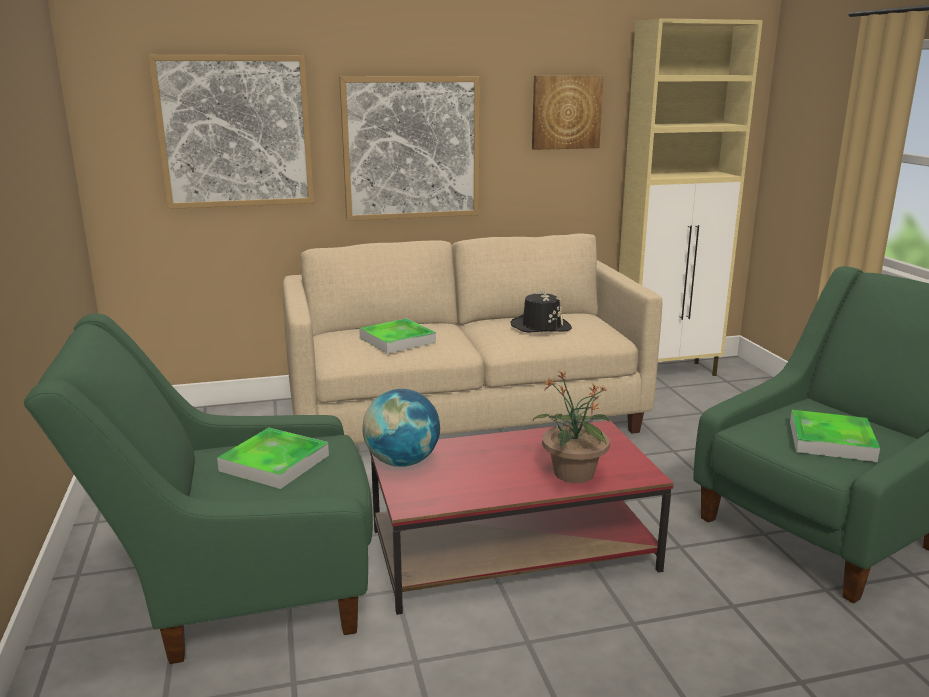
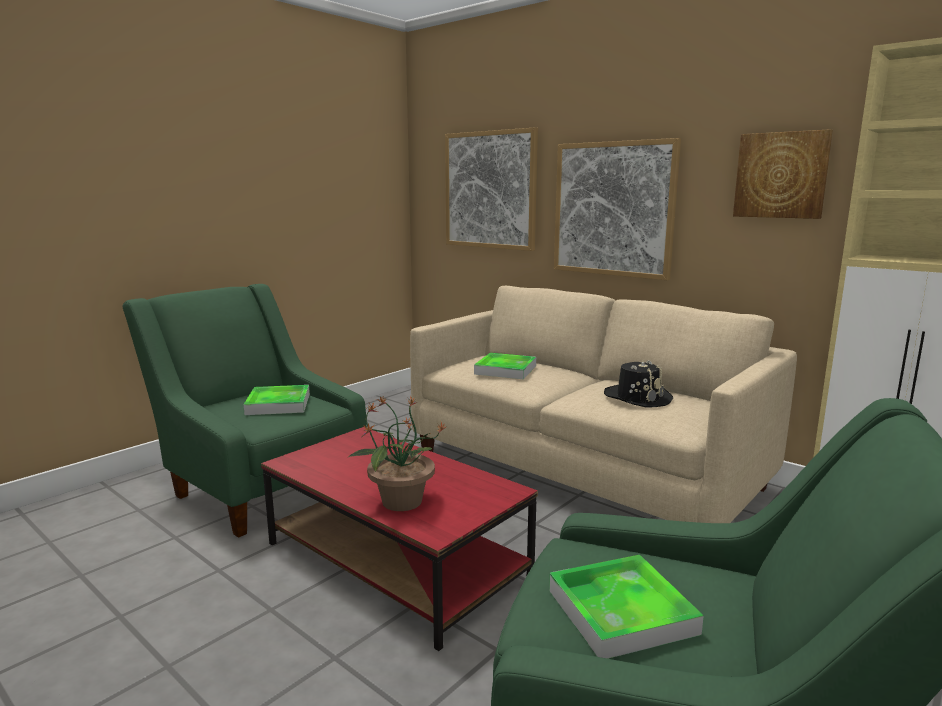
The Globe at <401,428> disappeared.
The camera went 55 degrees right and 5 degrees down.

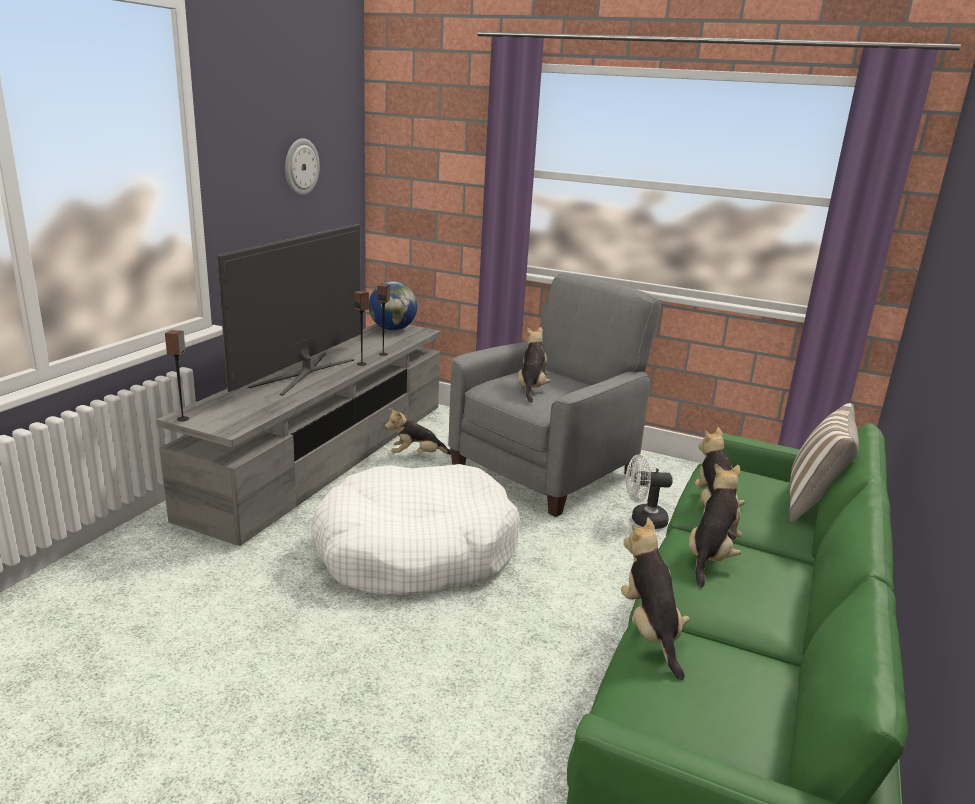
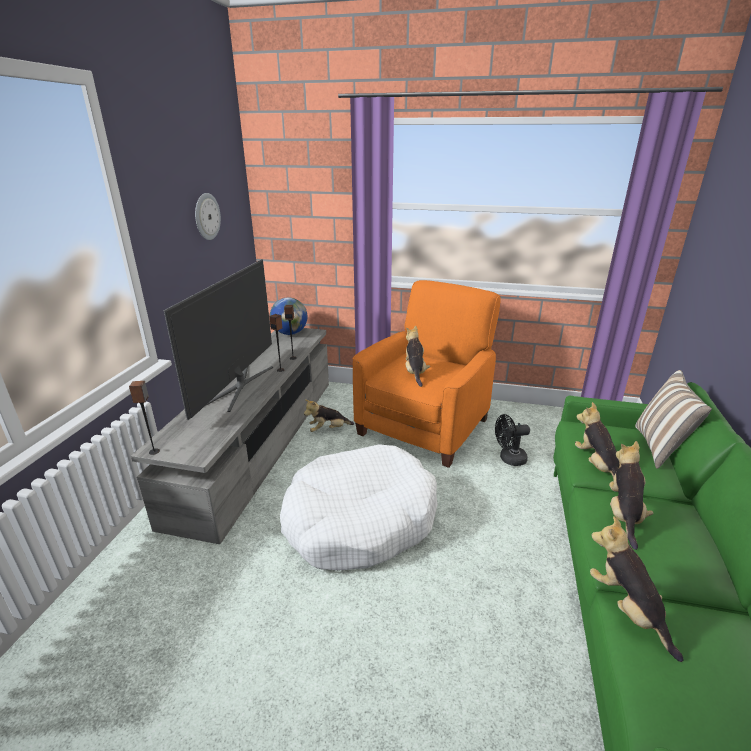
The GreyArmchair at <554,395> became the OrangeArmchair at <427,374>.
The WhiteFan at <649,491> became the BlackFan at <512,440>.
The camera went 10 degrees left and 5 degrees up.

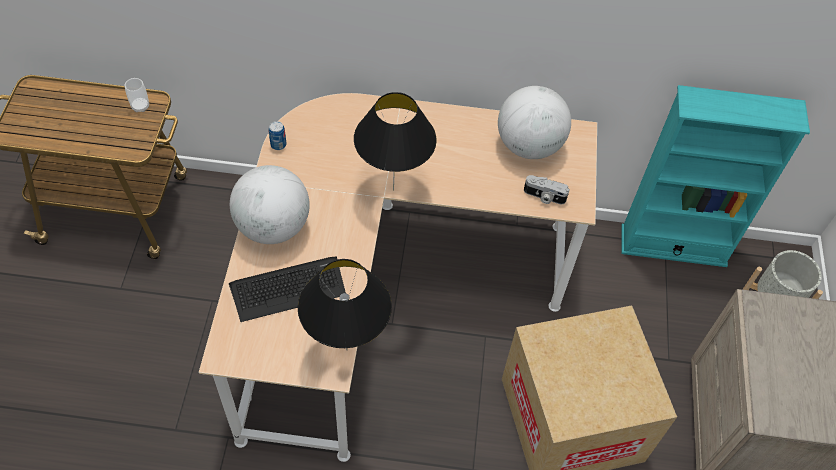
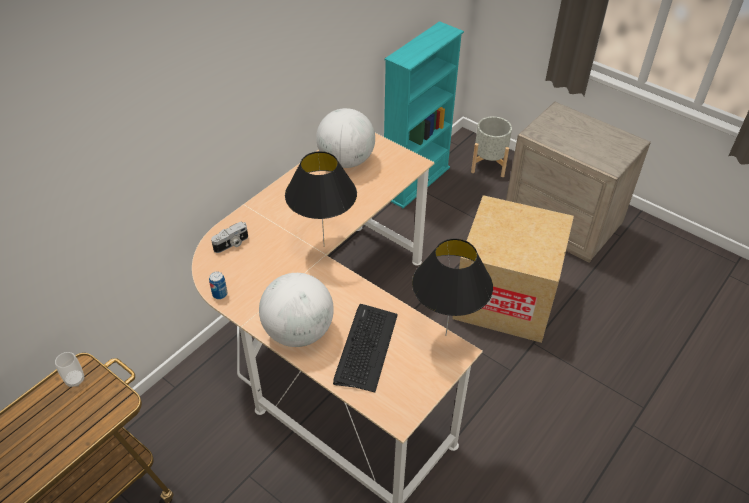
The PhotoCamera moved from <547,189> to <229,237>.
The camera went 55 degrees left and 10 degrees down.

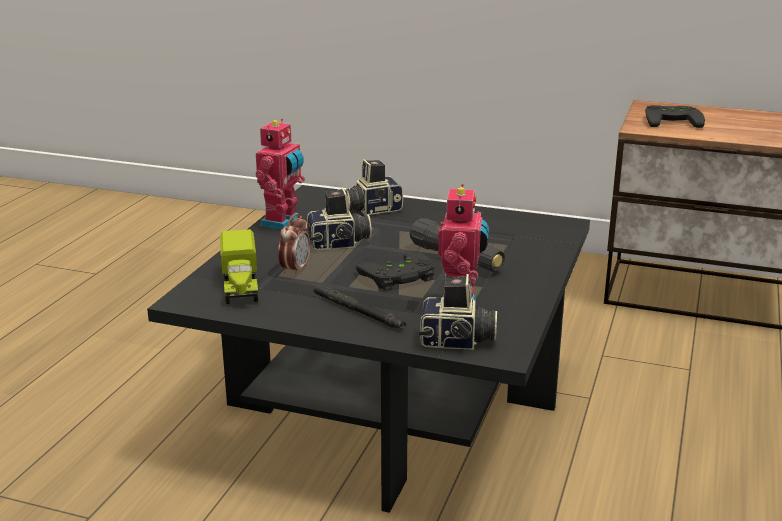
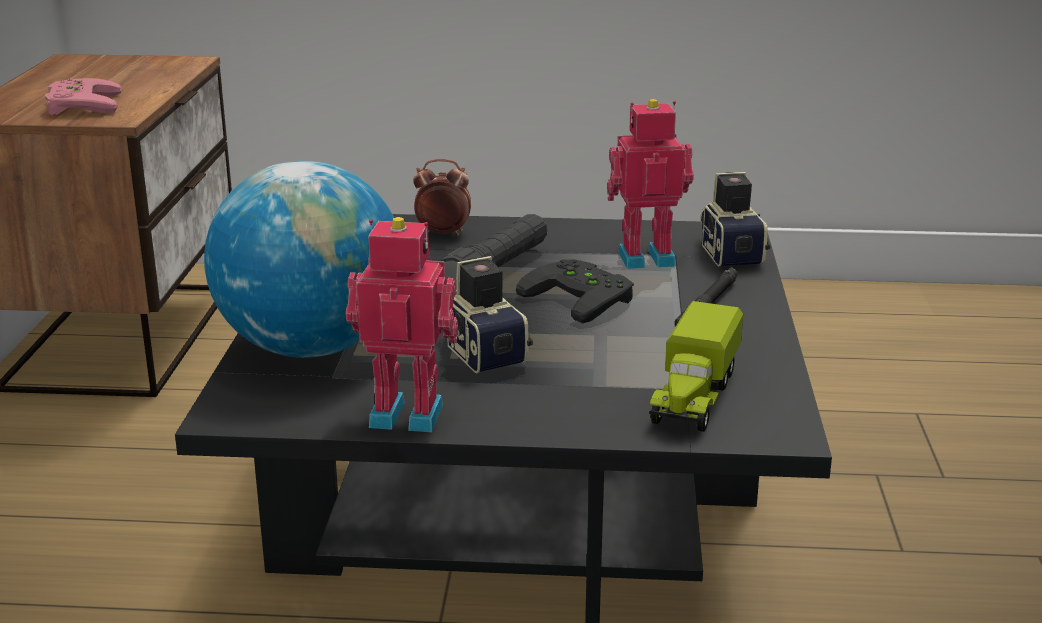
The ToyTruck at <239,266> turned 135 degrees clockwise.
The AlarmClock moved from <294,245> to <442,197>.
The PhotoCamera at <373,187> was replaced by the Globe at <299,259>.
The BlackGameController at <675,116> became the PinkGameController at <83,96>.
The camera went 105 degrees left and 0 degrees up.

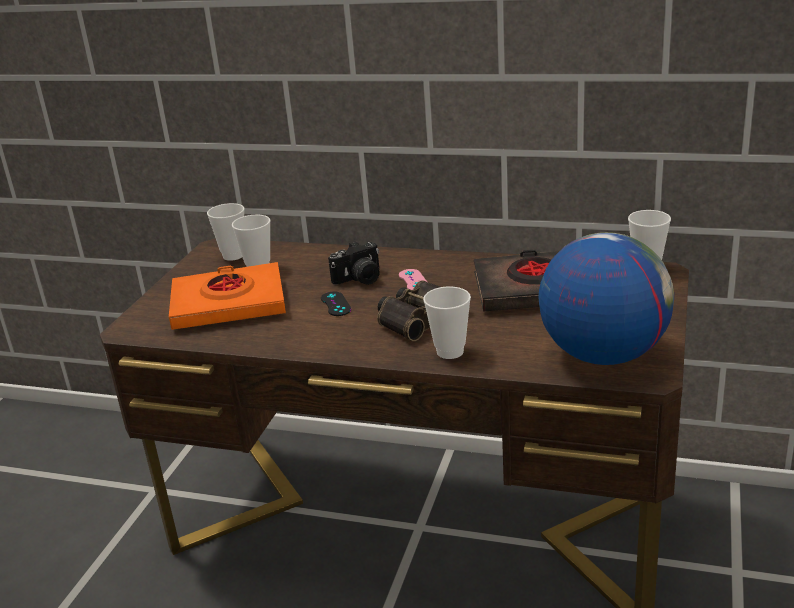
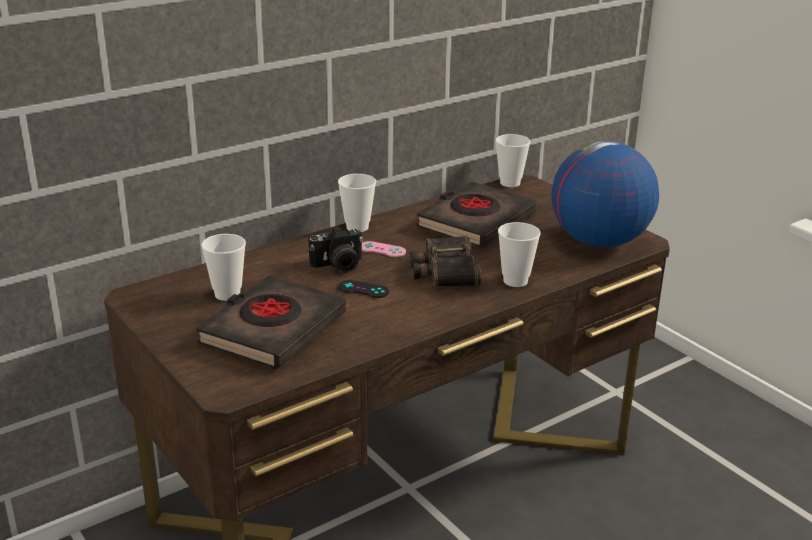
The OrangeBook at <227,296> became the BlackBook at <271,322>.
The Cup moved from <226,232> to <357,203>.
The PhotoCamera at <354,263> turned 60 degrees clockwise.
The camera went 55 degrees left and 0 degrees up.

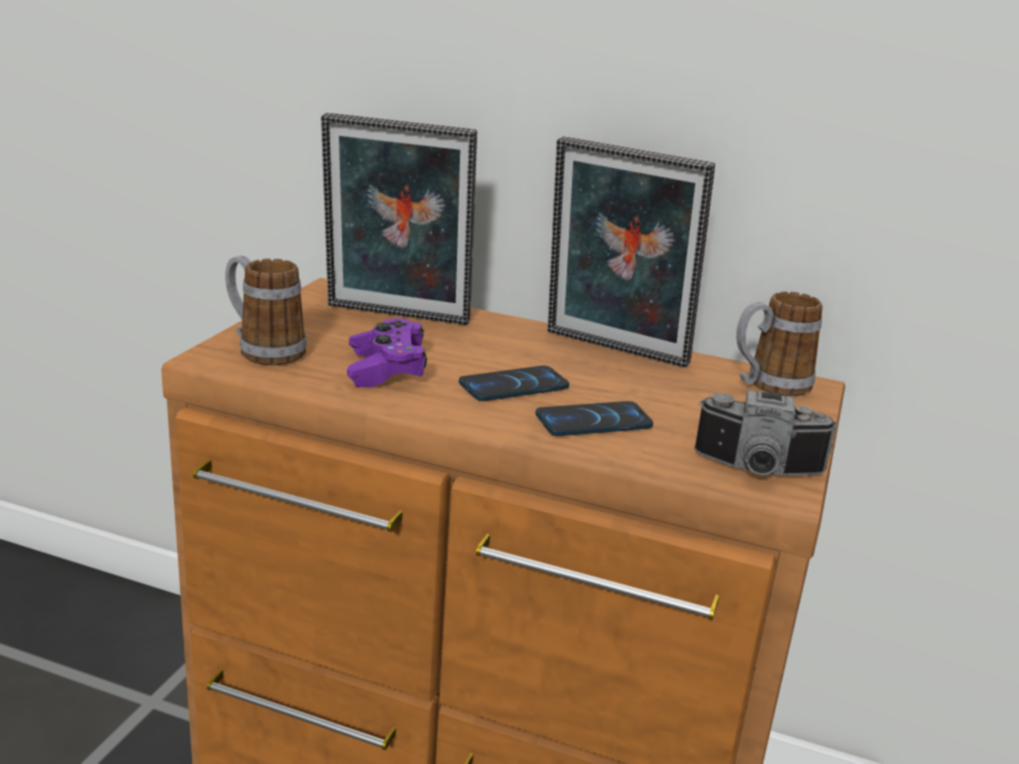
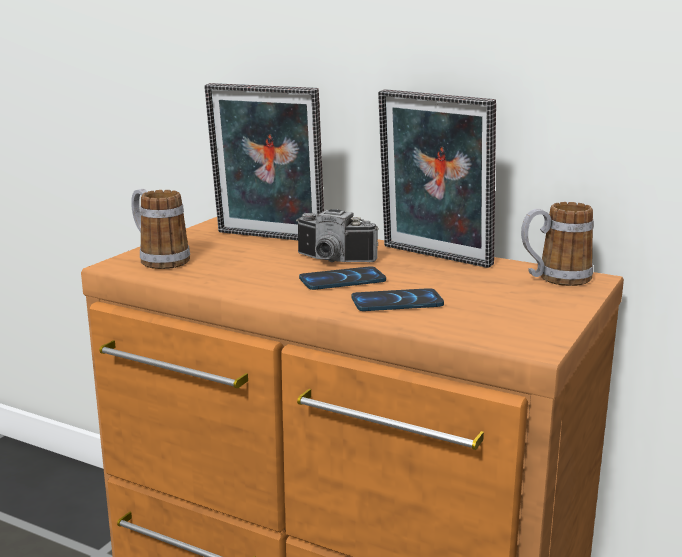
The PurpleGameController at <387,353> disappeared.
The PhotoCamera moved from <766,433> to <337,235>.
The camera went 10 degrees right and 5 degrees down.

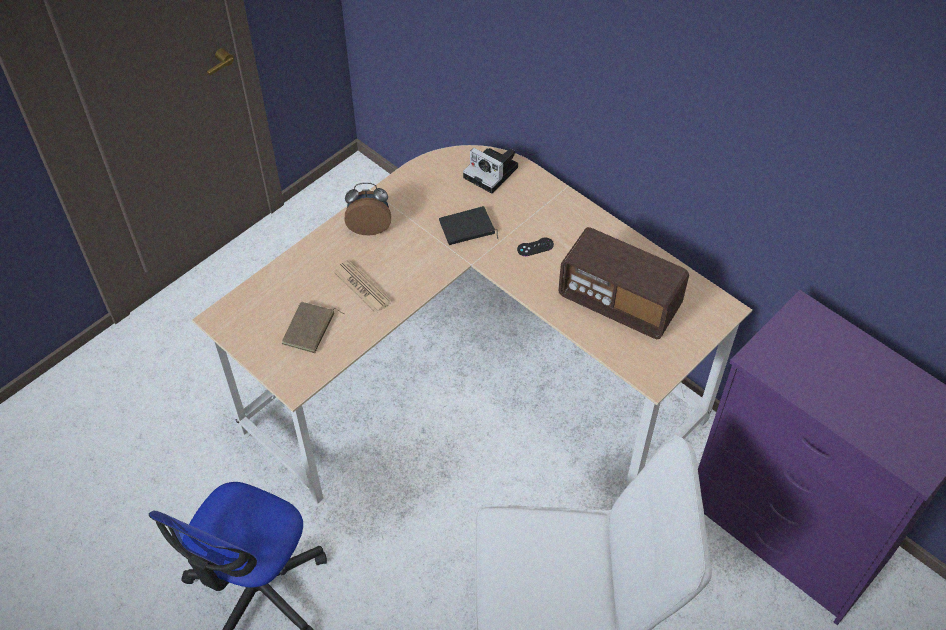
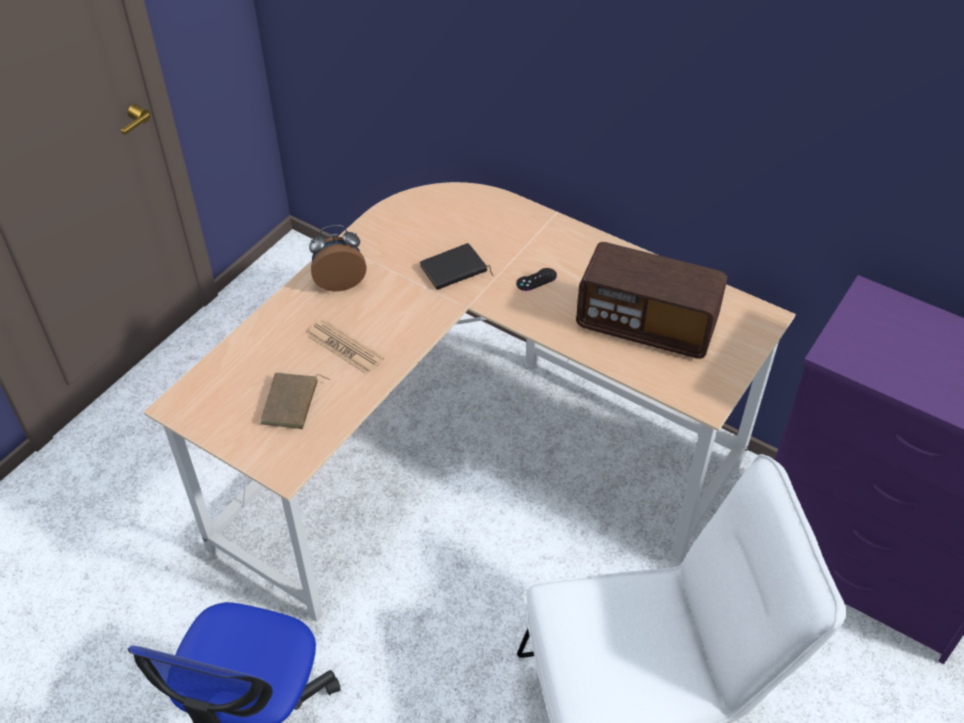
The PhotoCamera at <490,171> disappeared.
The camera went 10 degrees left and 5 degrees down.

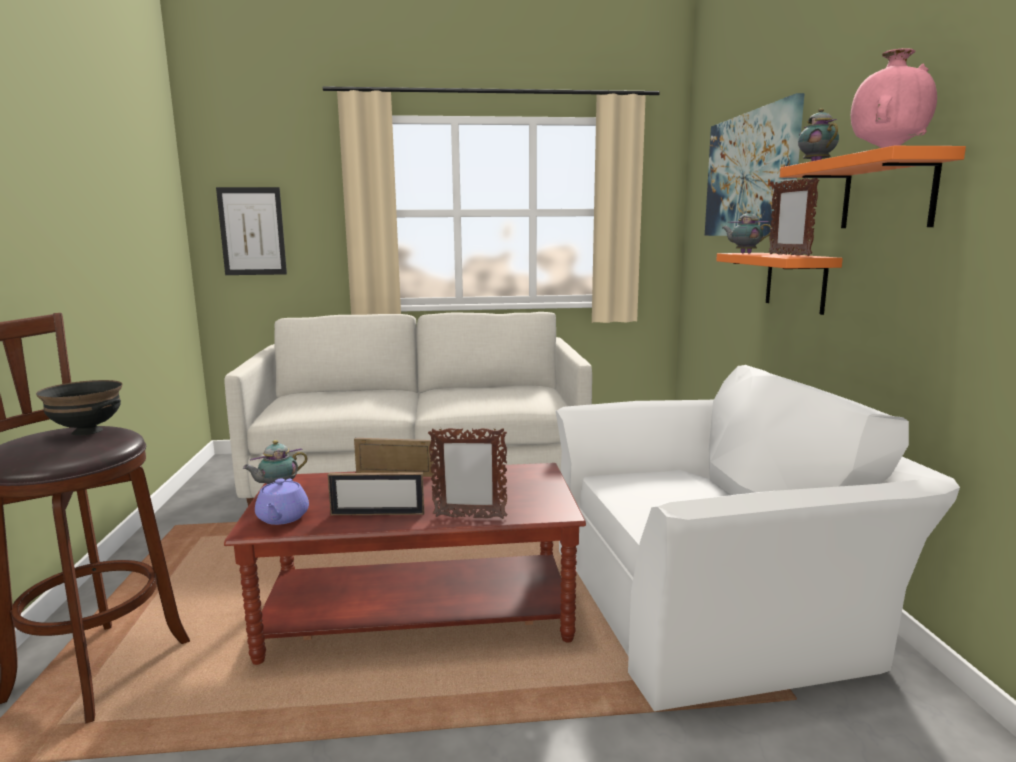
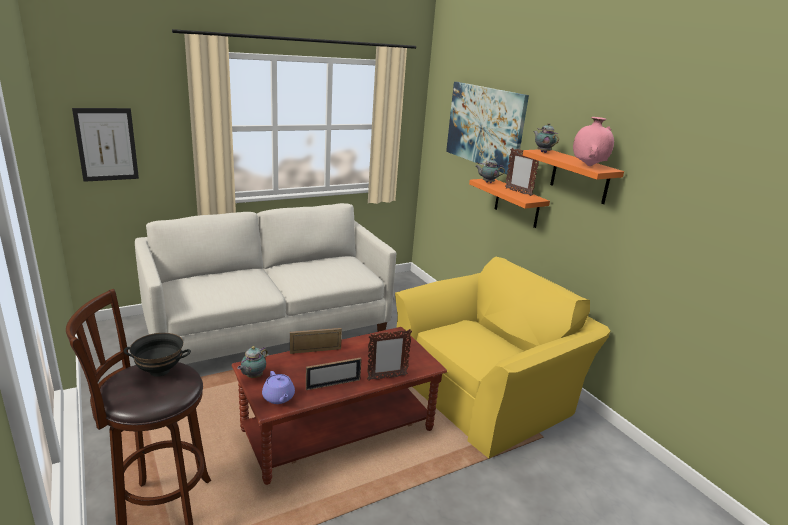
The WhiteArmchair at <757,538> became the YellowArmchair at <502,358>.
The camera went 25 degrees left and 10 degrees up.

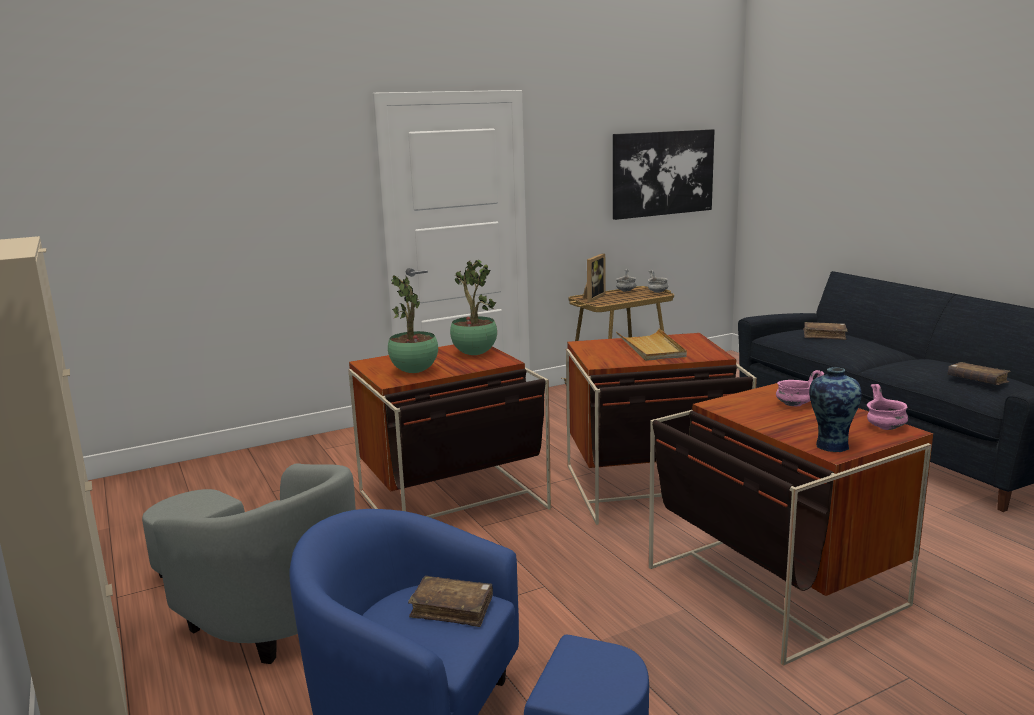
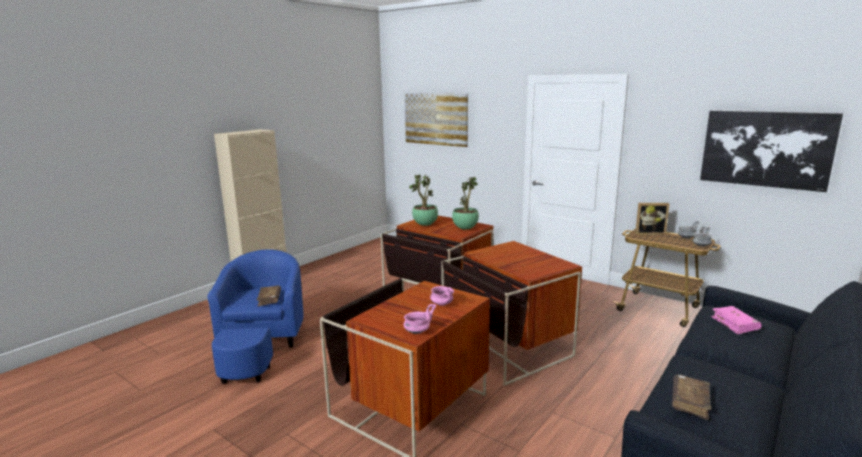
The GreyArmchair at <249,563> disappeared.
The BeigeTray at <651,344> disappeared.
The BrownBook at <825,331> became the PinkBook at <736,320>.
The Vase at <835,409> disappeared.
The Picture at <436,120> appeared.
The camera went 65 degrees right and 0 degrees up.

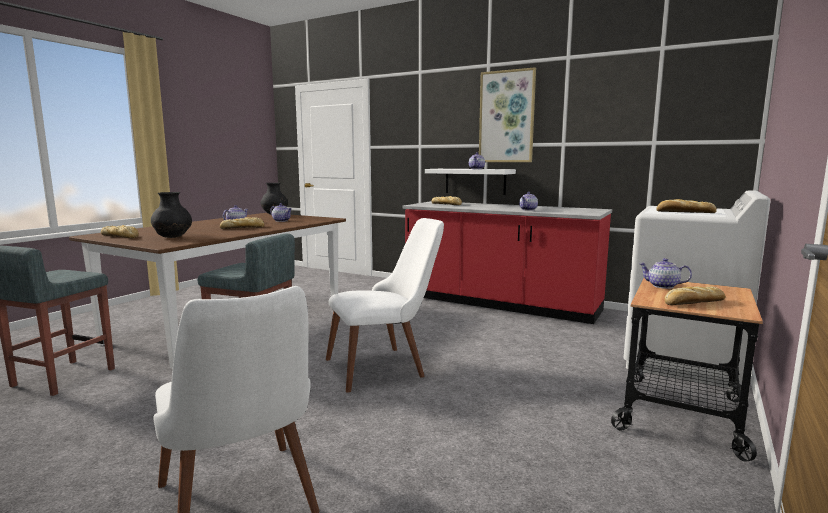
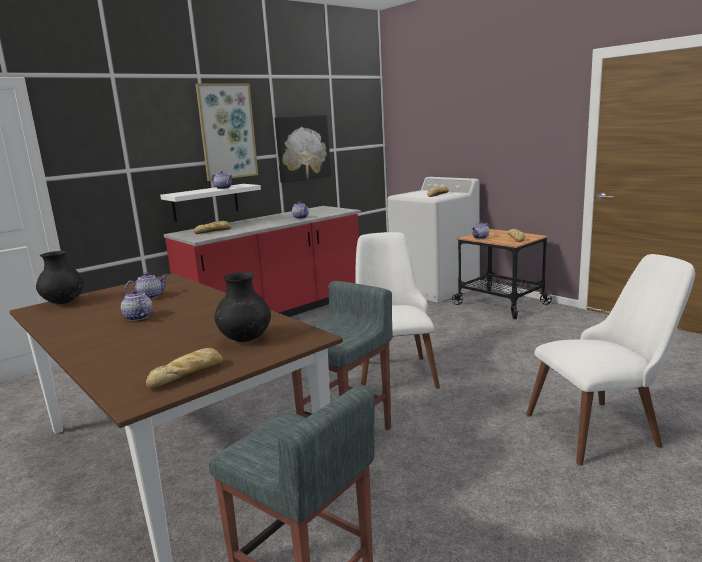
The Bread at <242,223> disappeared.
The Picture at <303,149> appeared.
The camera went 70 degrees left and 5 degrees up.

